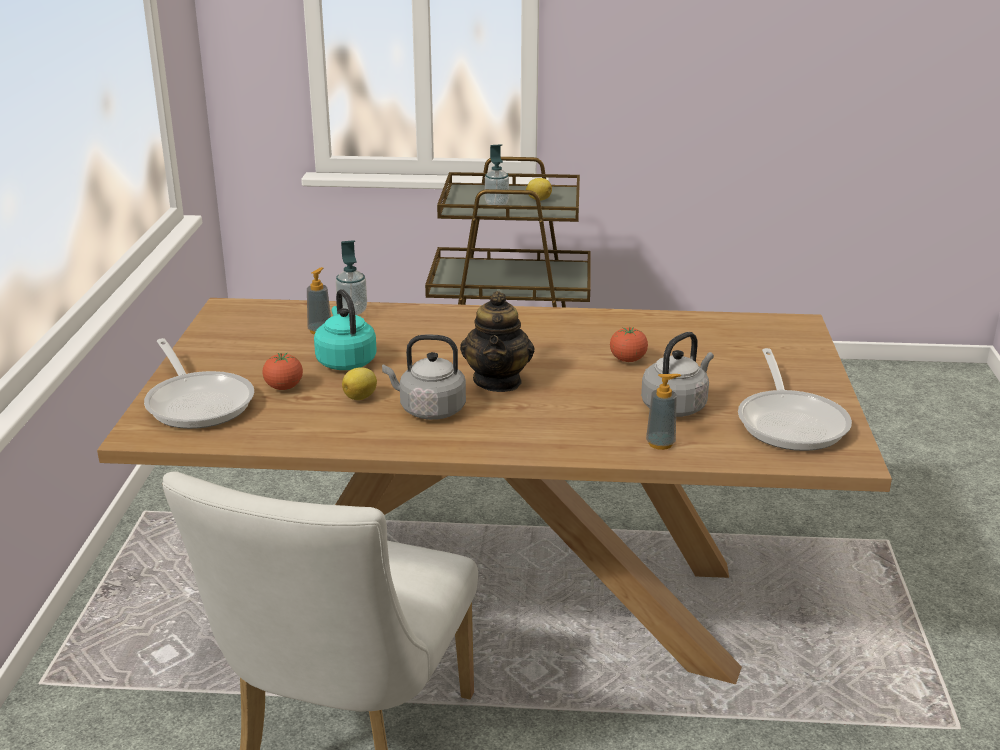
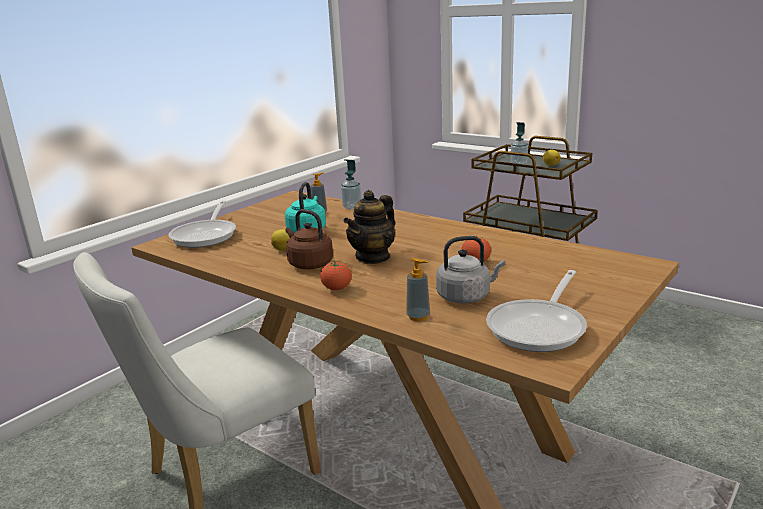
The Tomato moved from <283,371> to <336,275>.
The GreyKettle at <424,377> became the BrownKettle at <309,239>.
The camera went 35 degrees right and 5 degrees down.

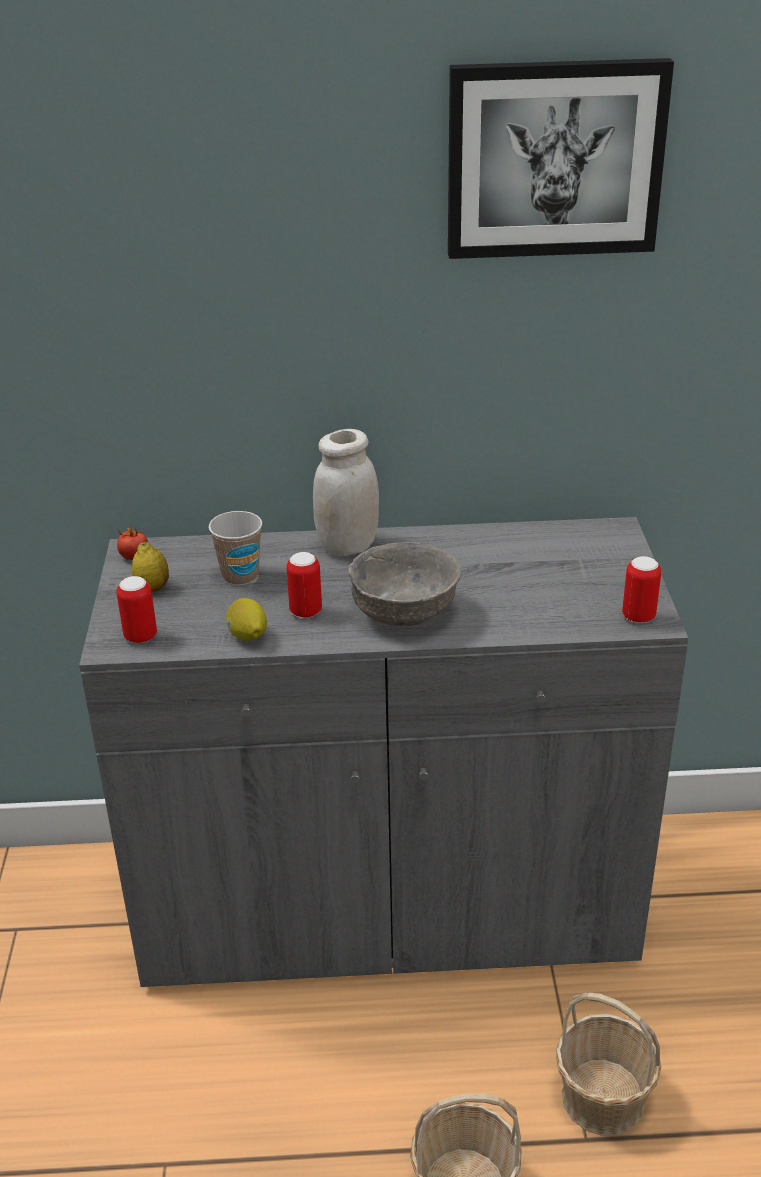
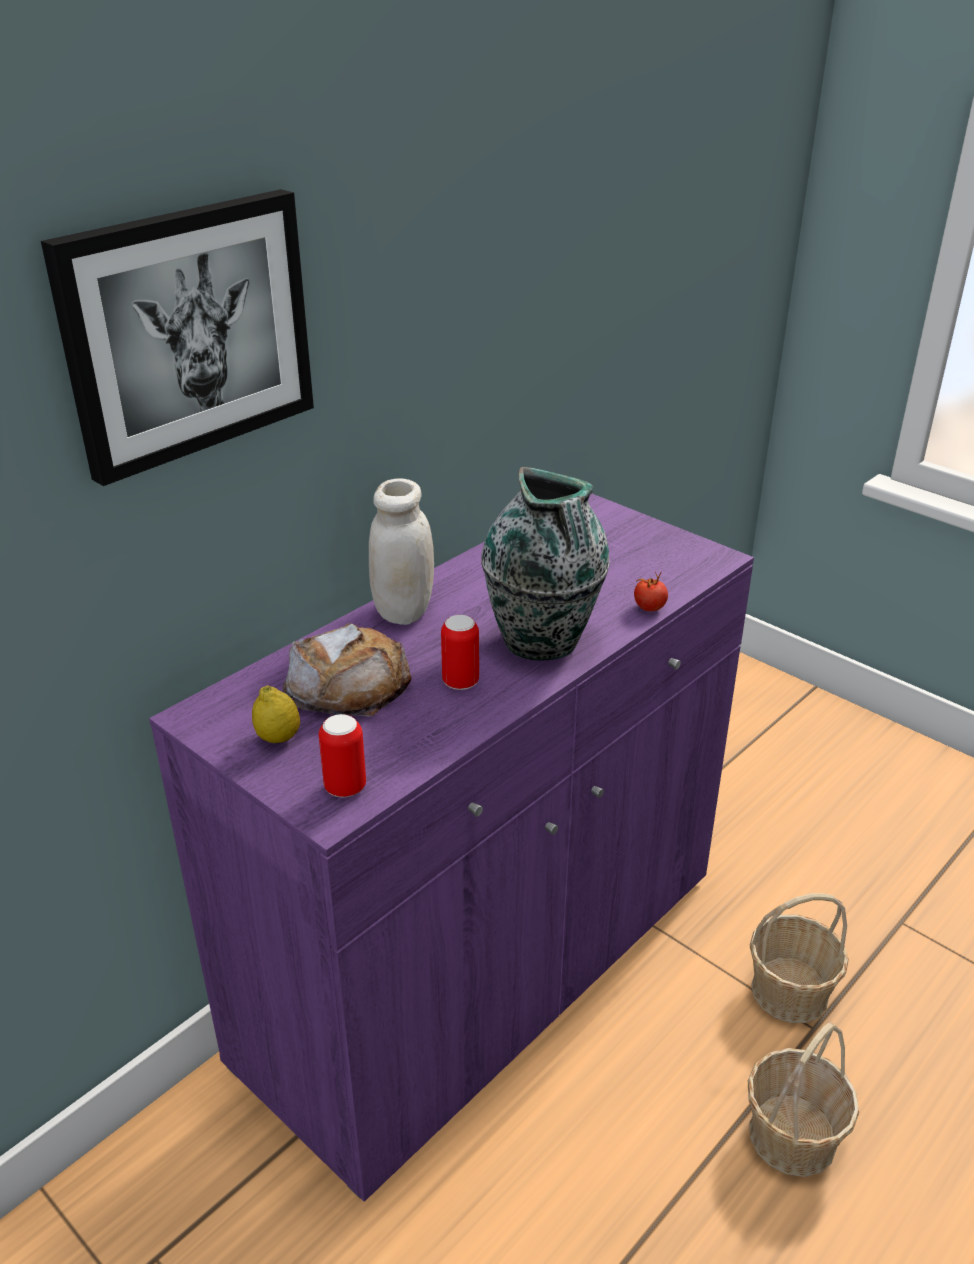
The GreyCabinet at <383,752> became the PurpleCabinet at <451,847>.
The Tomato moved from <132,543> to <651,591>.
The Cup at <235,548> was replaced by the Bread at <347,670>.
The Lemon at <246,619> disappeared.
The GreyBowl at <405,584> was replaced by the Vase at <545,564>.
The Picture moved from <561,158> to <177,337>.
The Can at <641,589> disappeared.
The camera went 45 degrees left and 0 degrees up.

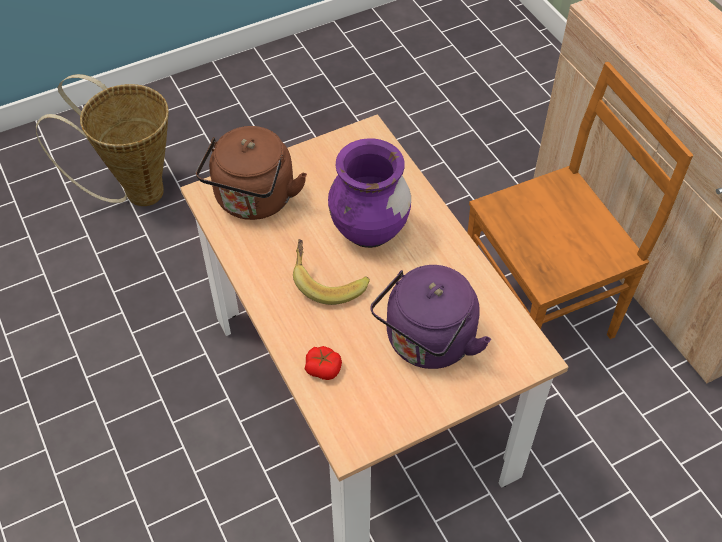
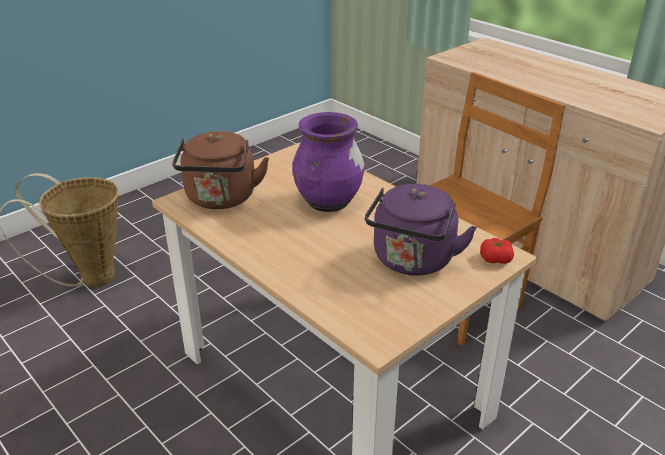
The Banana at <331,272> disappeared.
The Tomato moved from <323,363> to <497,251>.
The camera went 15 degrees left and 20 degrees down.

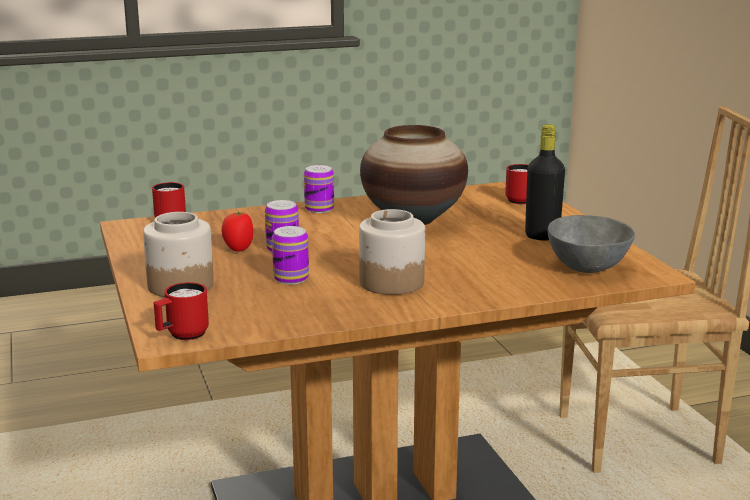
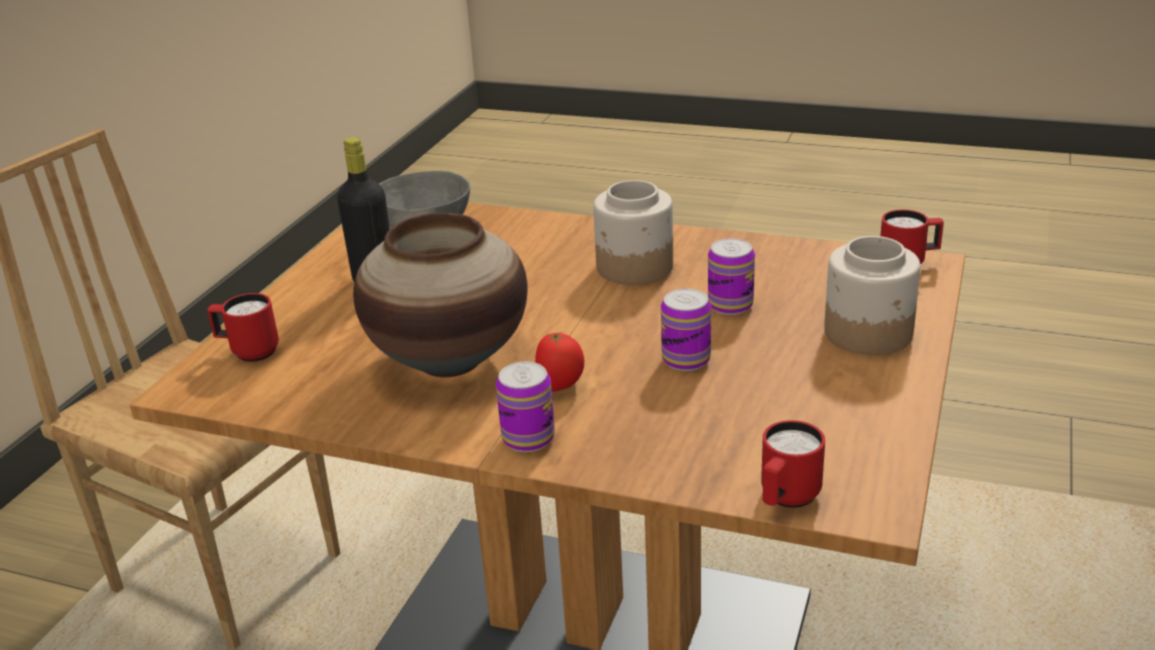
The Tomato moved from <237,232> to <559,361>.
The camera went 140 degrees left and 10 degrees up.

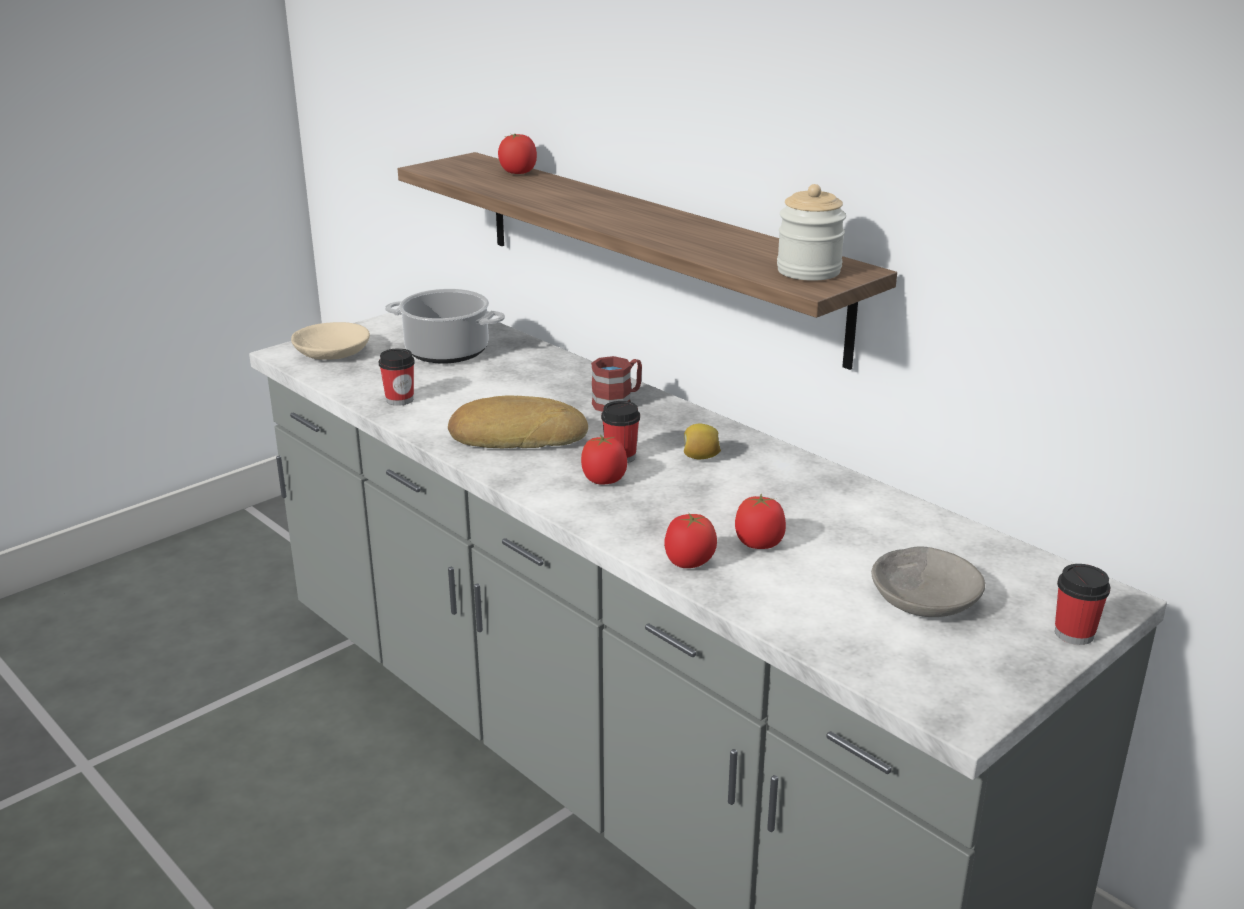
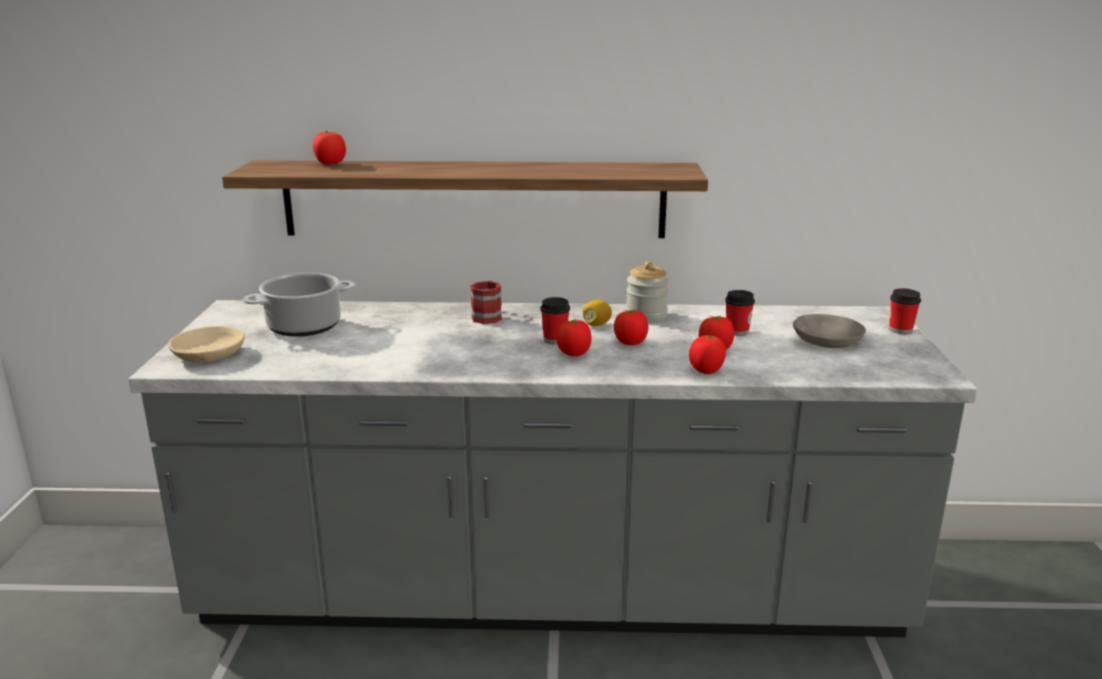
The Cup moved from <397,377> to <740,313>.
The Bread at <518,422> disappeared.
The Jar moved from <811,232> to <647,291>.
The Tomato at <631,327> appeared.
The camera went 45 degrees left and 5 degrees down.

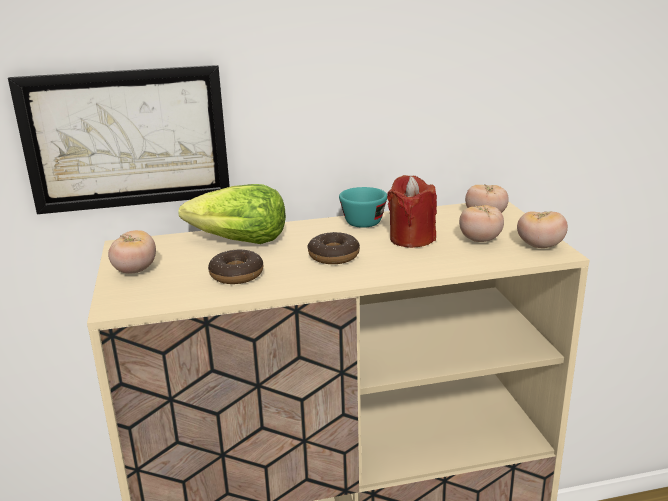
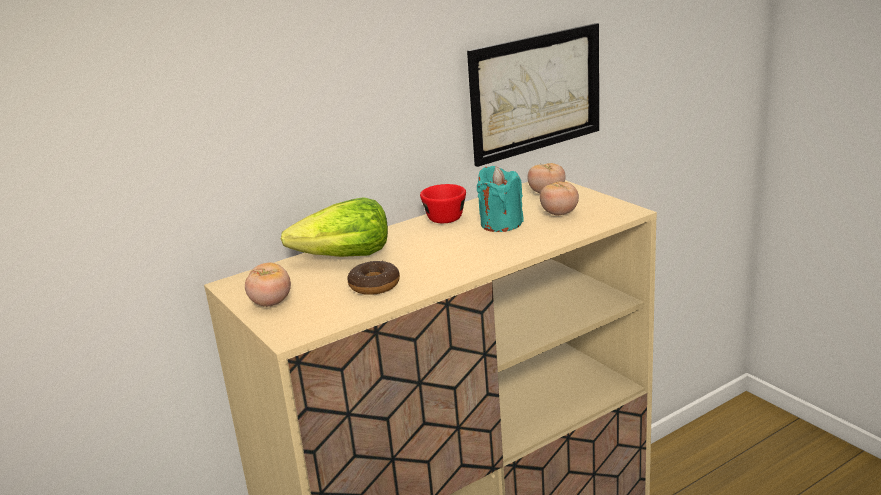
The Picture moved from <119,139> to <533,95>.
The Donut at <333,248> disappeared.
The TurquoiseCup at <363,207> became the RedCup at <443,203>.
The RedCandle at <412,211> became the TurquoiseCandle at <500,199>.
The Tomato at <542,229> disappeared.
The camera went 20 degrees left and 0 degrees up.

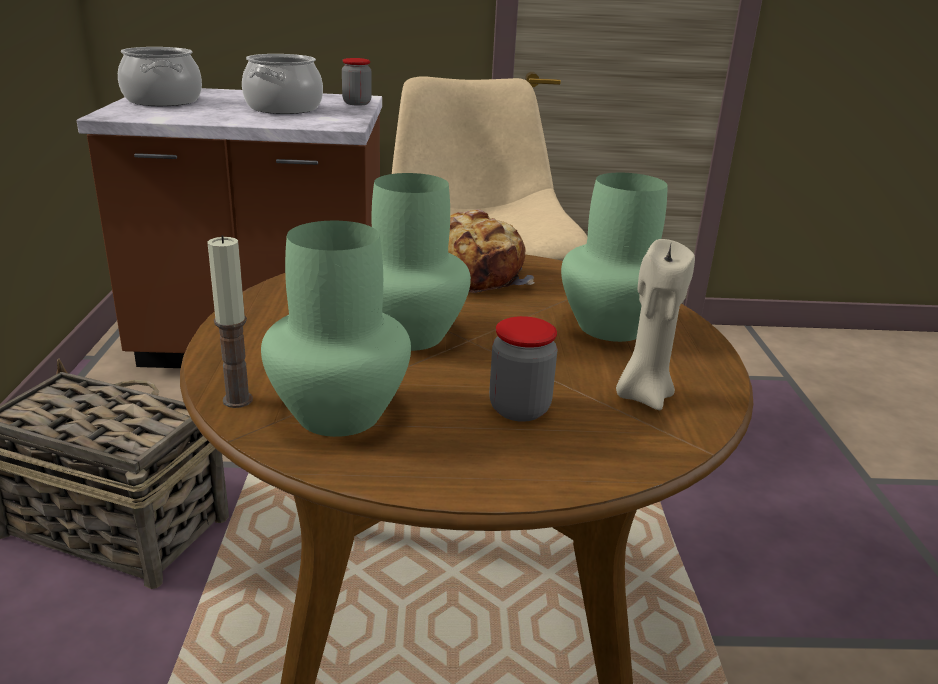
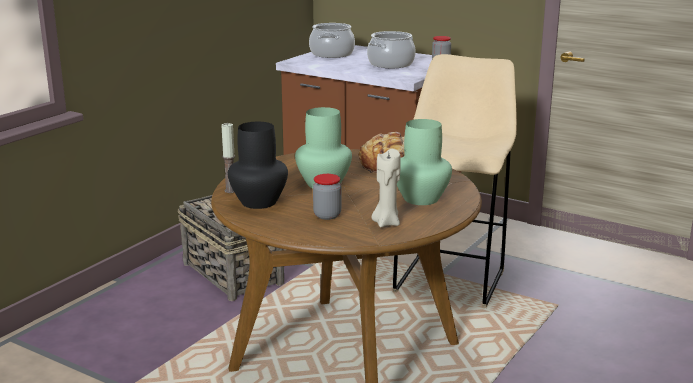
The GreenVase at <336,329> became the BlackVase at <258,165>.
The camera went 35 degrees right and 5 degrees down.

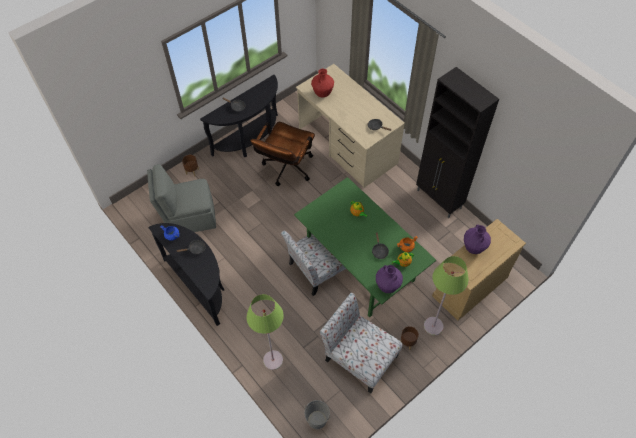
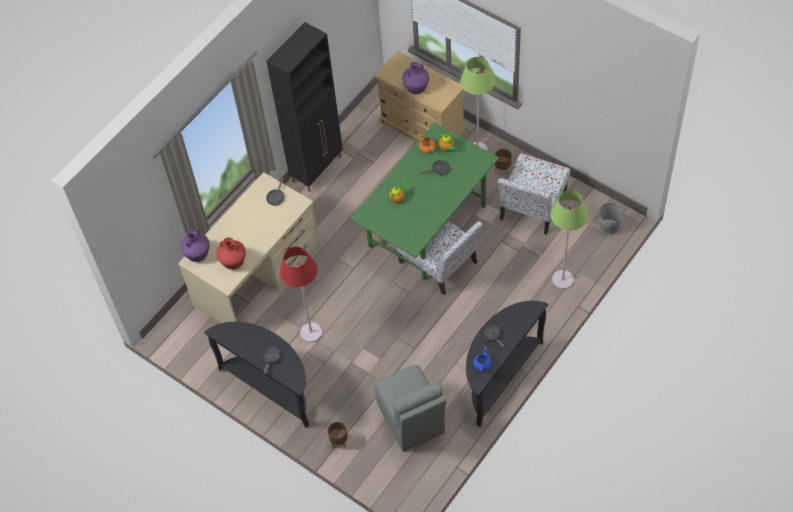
The BrownOfficeChair at <282,154> was replaced by the RedFloorLamp at <301,295>.
The PurpleVase moved from <389,279> to <195,246>.
The camera went 100 degrees left and 0 degrees up.

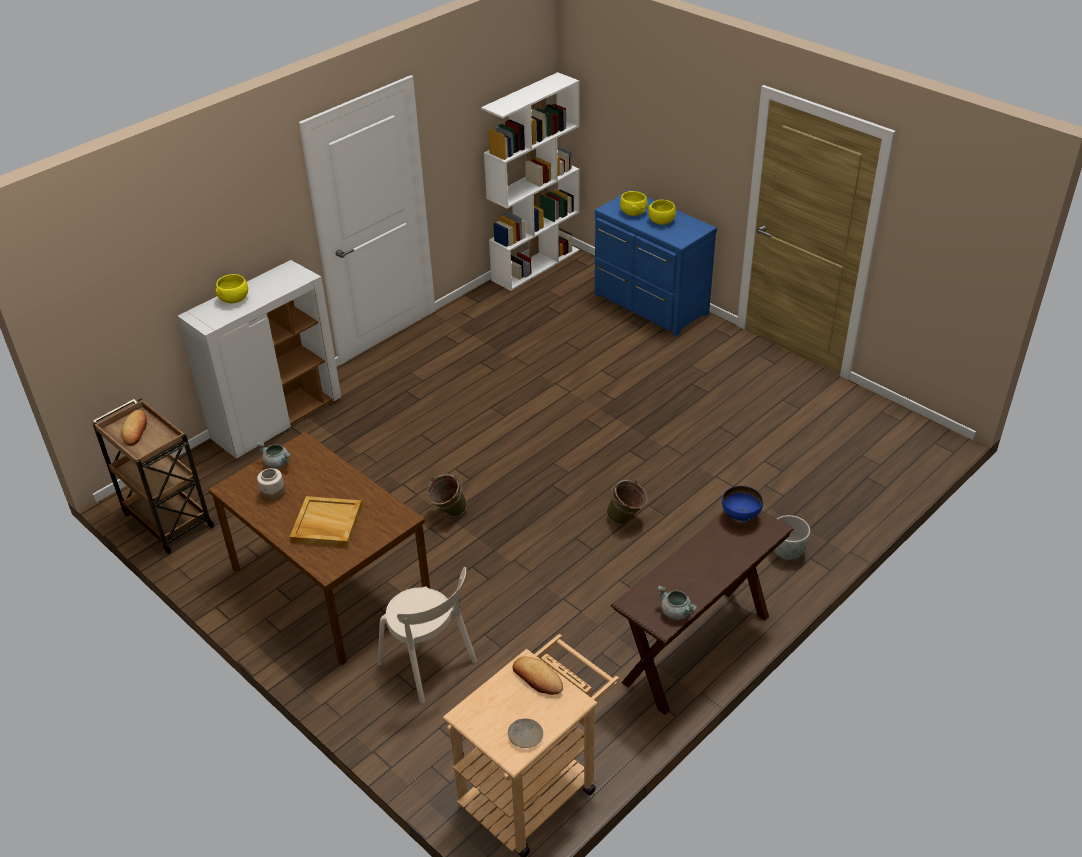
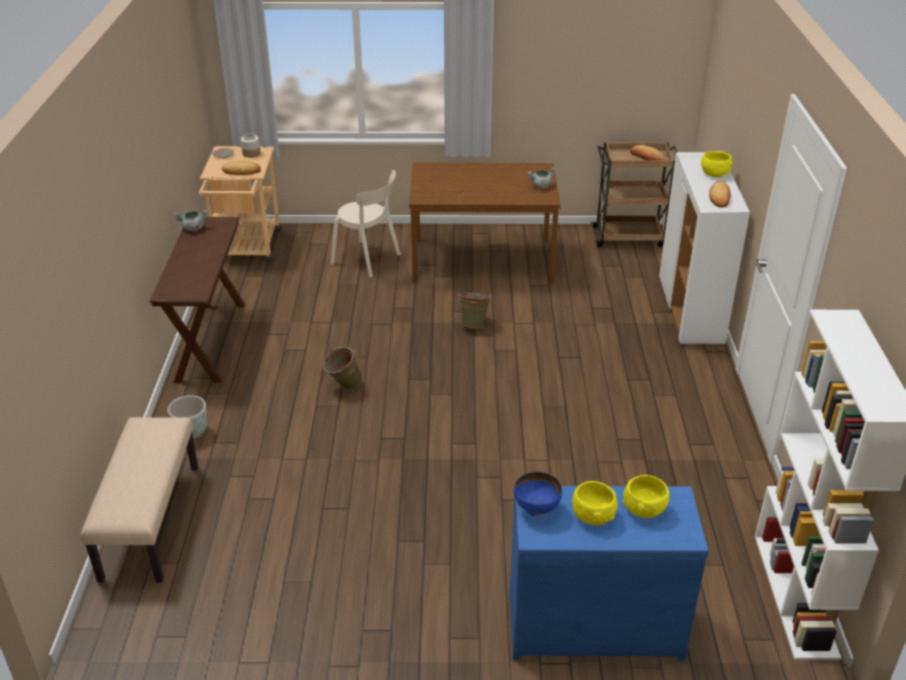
The Jar moved from <271,484> to <251,145>.
The BeigeTray at <326,521> disappeared.
The BeigeChair at <427,635> turned 150 degrees counterclockwise.
The BlueBowl moved from <742,504> to <538,494>.
The BeigeBench at <139,500> appeared.
The Bread at <720,194> appeared.
The camera went 135 degrees right and 5 degrees down.

